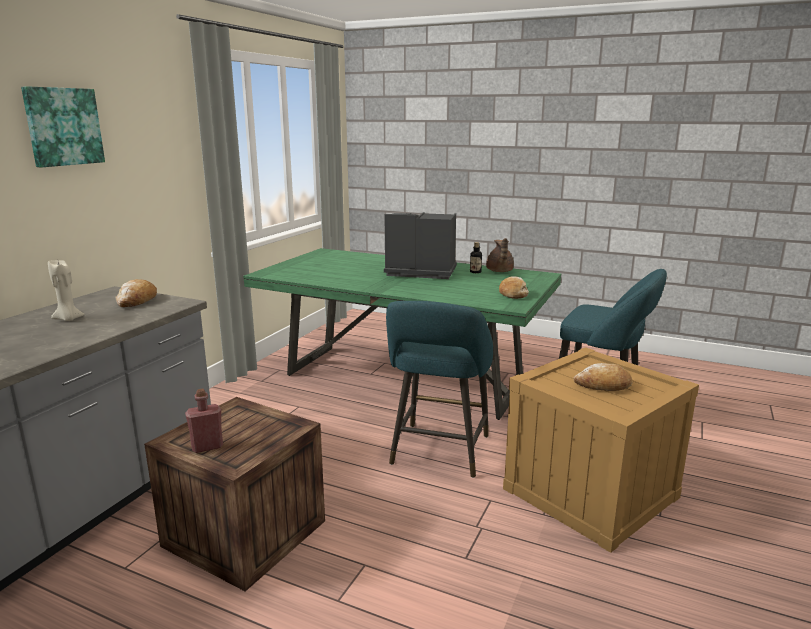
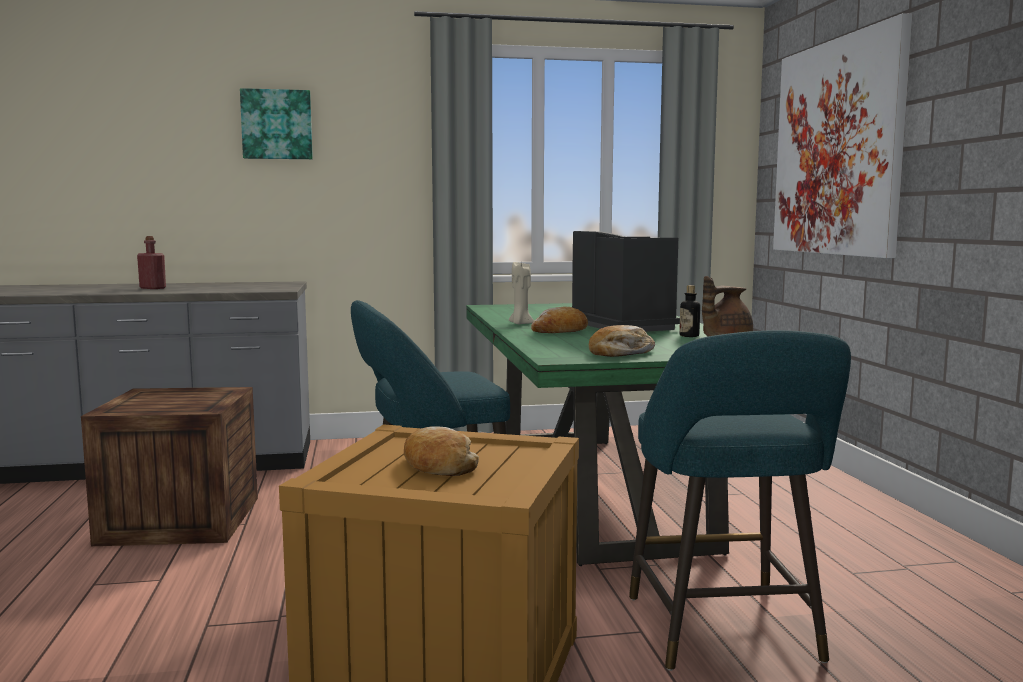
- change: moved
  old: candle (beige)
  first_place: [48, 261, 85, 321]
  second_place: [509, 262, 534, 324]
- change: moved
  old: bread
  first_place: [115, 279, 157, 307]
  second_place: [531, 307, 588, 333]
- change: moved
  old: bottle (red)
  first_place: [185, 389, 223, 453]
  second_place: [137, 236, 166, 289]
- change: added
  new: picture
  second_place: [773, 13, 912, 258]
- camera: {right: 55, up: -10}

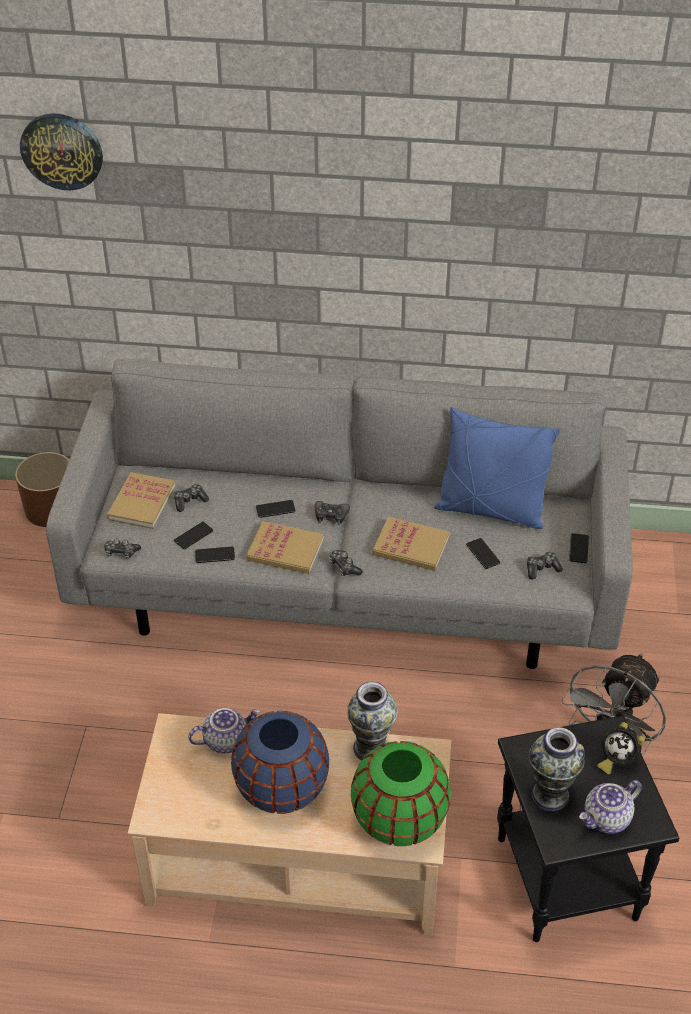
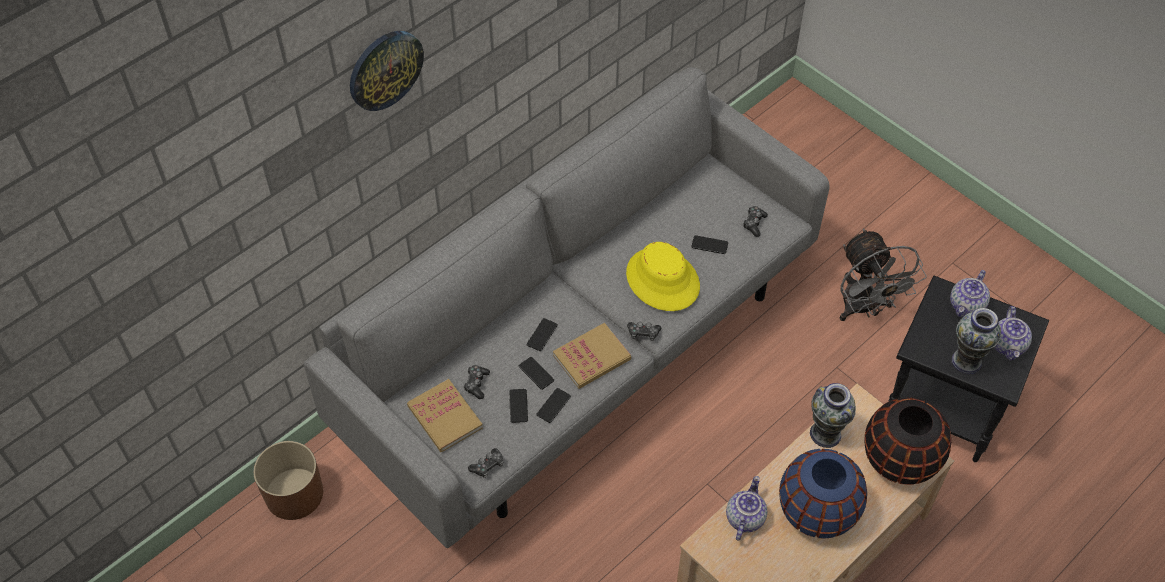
- change: moved
  old: wall clock
  first_place: [20, 113, 103, 190]
  second_place: [350, 31, 424, 111]
- change: removed
  old: pillow (blue)
  first_place: [434, 407, 560, 529]
- change: removed
  old: game controller (black)
  first_place: [315, 501, 350, 525]
- change: replaced
  old: book
  new: hat (yellow)
  first_place: [373, 516, 450, 571]
  second_place: [626, 242, 700, 311]
- change: moved
  old: phone
  first_place: [569, 533, 589, 563]
  second_place: [519, 357, 554, 390]
- change: replaced
  old: alarm clock
  new: teapot
  first_place: [597, 722, 645, 774]
  second_place: [950, 270, 990, 317]
- change: recoloured
  old: vase (green)
  new: vase (black)
  first_place: [351, 741, 451, 846]
  second_place: [864, 397, 951, 485]
- camera: {right: -50, up: 10}

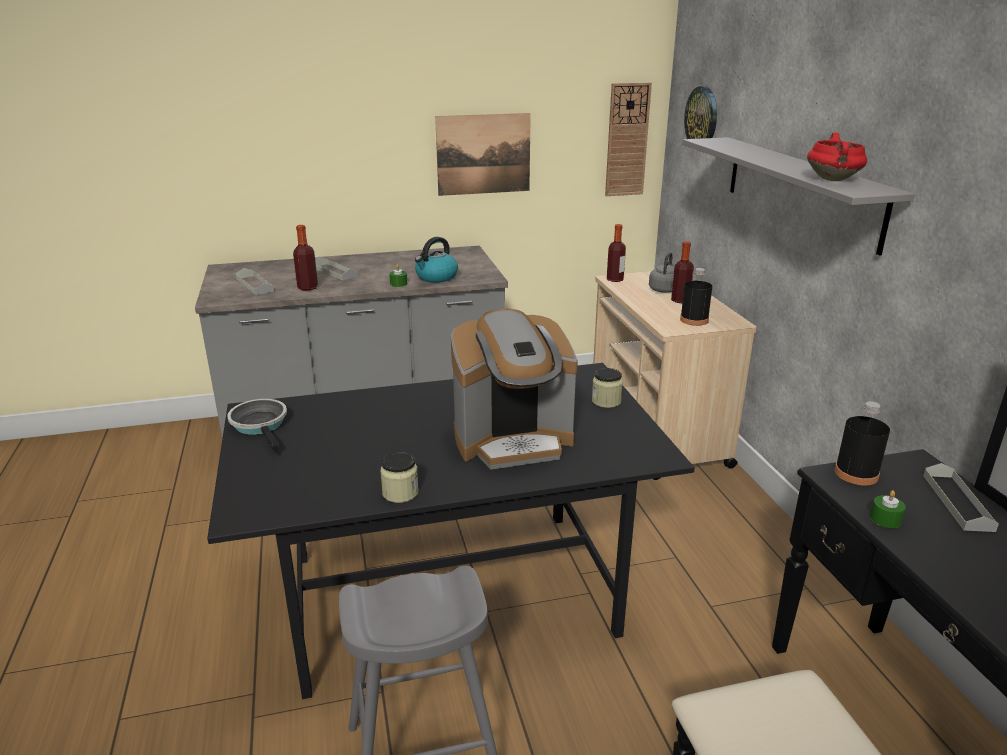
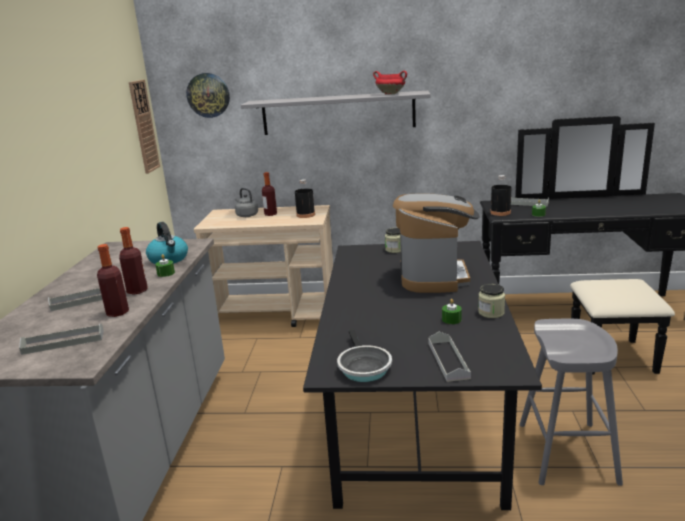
- change: removed
  old: picture
  first_place: [435, 113, 531, 196]
- change: moved
  old: bottle
  first_place: [607, 224, 626, 282]
  second_place: [119, 227, 148, 295]
- change: turned
  old: frying pan
  first_place: [227, 399, 287, 454]
  second_place: [337, 328, 392, 382]
  degrees: -90
- change: added
  new: candle (green)
  second_place: [442, 299, 462, 324]
- change: added
  new: tray (grey)
  second_place: [428, 332, 471, 382]
- camera: {right: -70, up: -5}

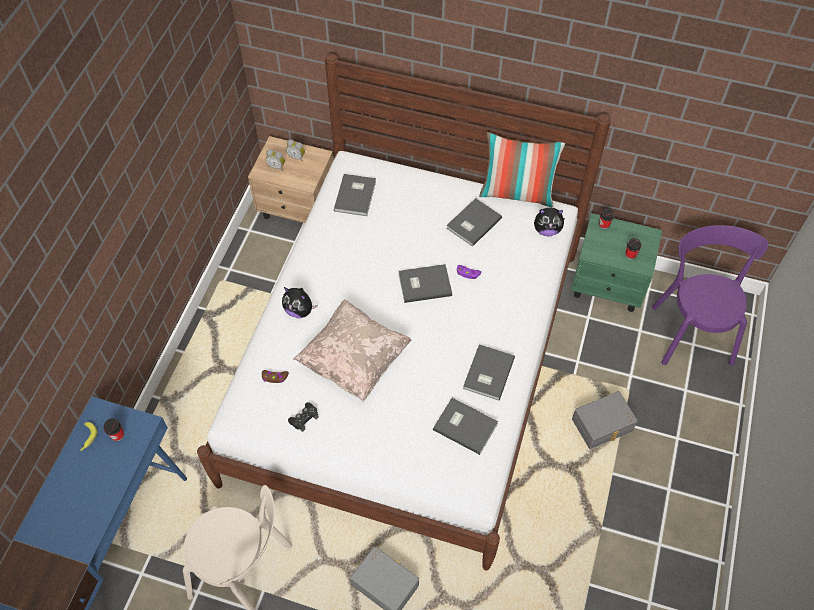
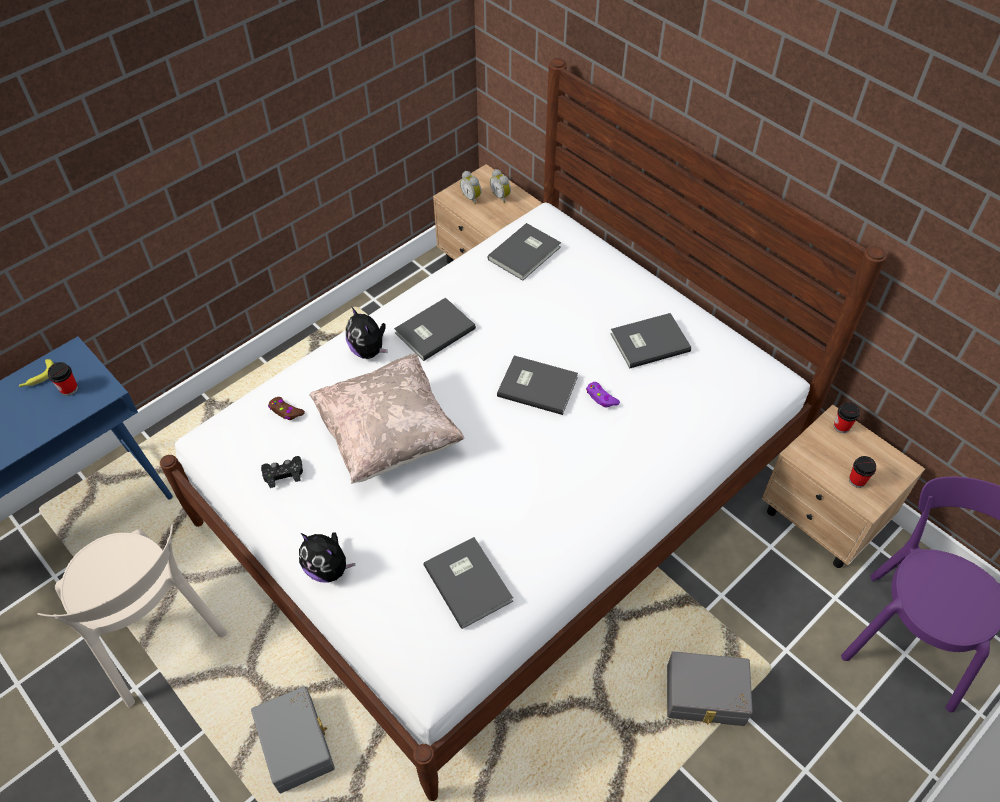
- change: removed
  old: pillow
  first_place: [479, 132, 565, 207]
- change: moved
  old: plush toy
  first_place: [534, 207, 566, 236]
  second_place: [299, 532, 355, 583]
- change: recoloured
  old: nightstand (green)
  new: nightstand (beige)
  first_place: [571, 213, 662, 312]
  second_place: [762, 405, 925, 568]
- change: moved
  old: book (grey)
  first_place: [463, 344, 515, 401]
  second_place: [394, 298, 476, 361]
- camera: {right: 30, up: -5}

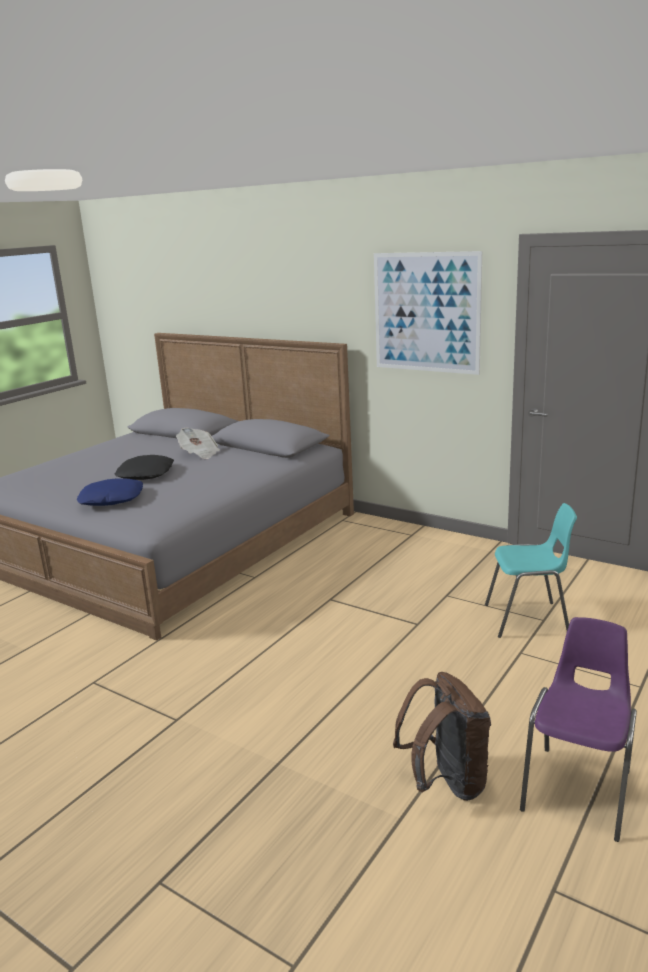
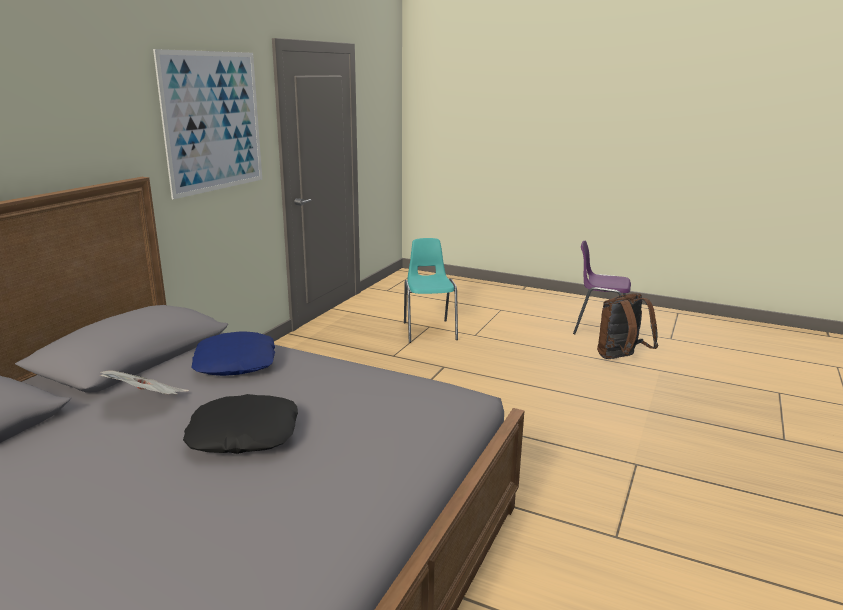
- change: moved
  old: pillow (blue)
  first_place: [77, 478, 143, 506]
  second_place: [191, 331, 275, 376]
- camera: {right: -100, up: 0}

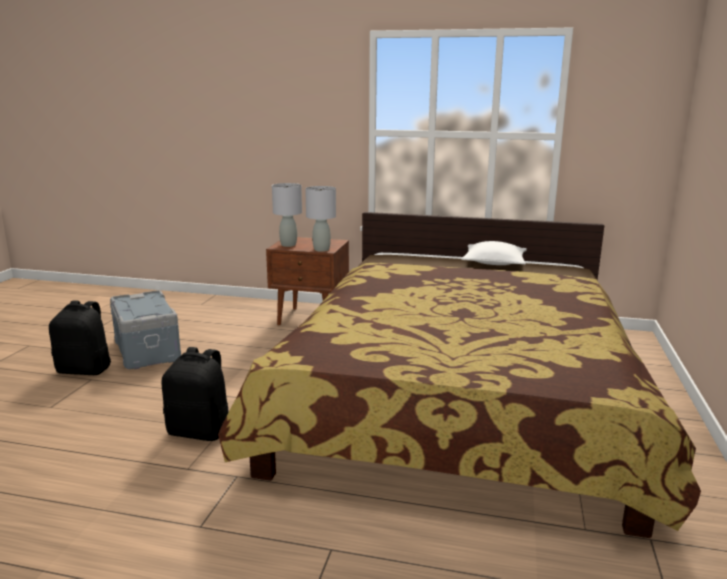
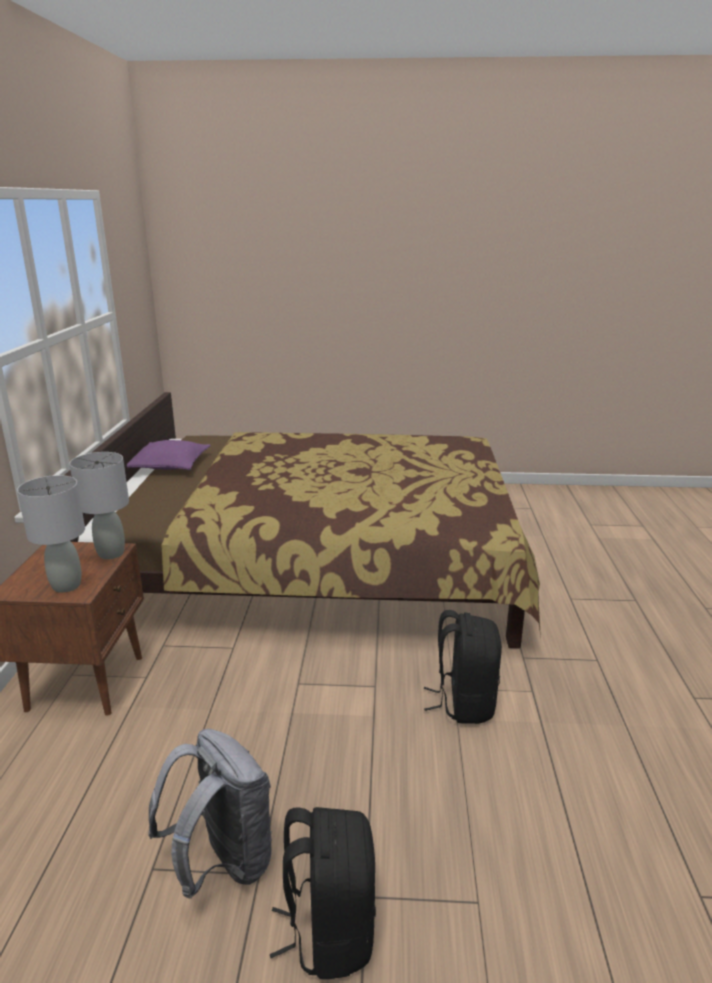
- change: recoloured
  old: pillow (white)
  new: pillow (purple)
  first_place: [461, 241, 527, 265]
  second_place: [127, 440, 211, 470]
- change: replaced
  old: storage box (grey)
  new: backpack (grey)
  first_place: [110, 290, 181, 369]
  second_place: [148, 729, 272, 899]
- camera: {right: -100, up: 5}

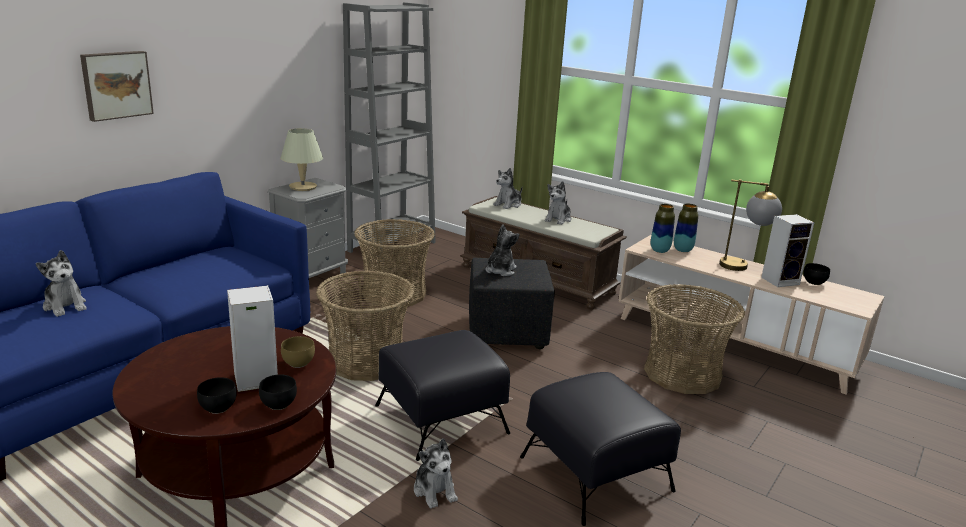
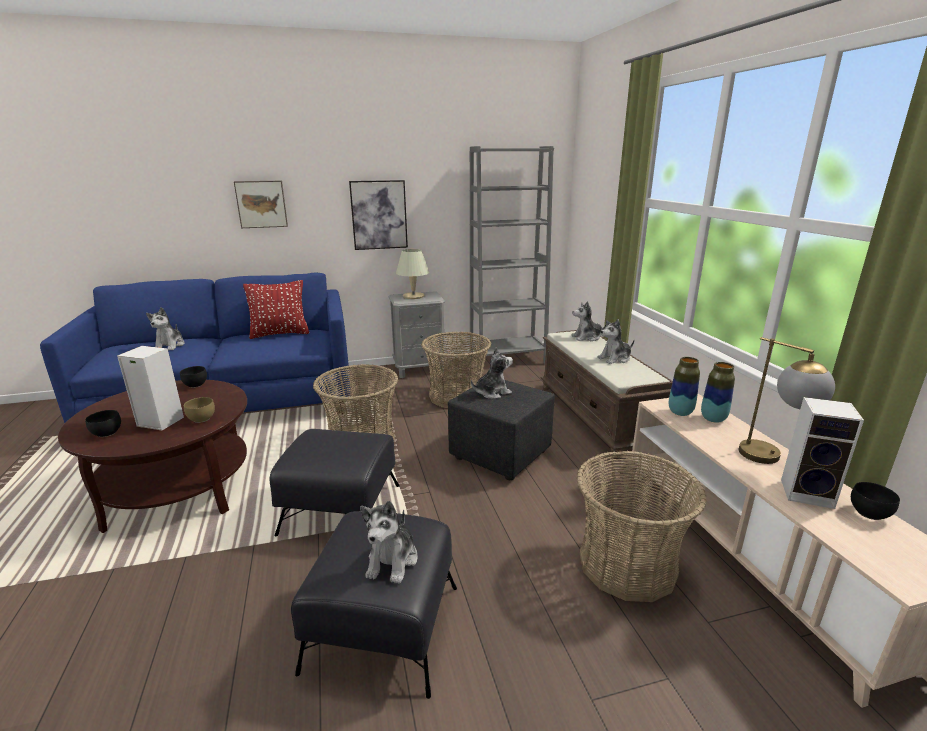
- change: moved
  old: bowl (black)
  first_place: [259, 374, 297, 410]
  second_place: [180, 366, 207, 388]
- change: moved
  old: plush toy
  first_place: [414, 438, 458, 509]
  second_place: [360, 501, 418, 584]
- change: added
  new: picture
  second_place: [349, 180, 408, 250]
- change: added
  new: pillow (red)
  second_place: [243, 280, 309, 339]
- camera: {right: 40, up: 0}

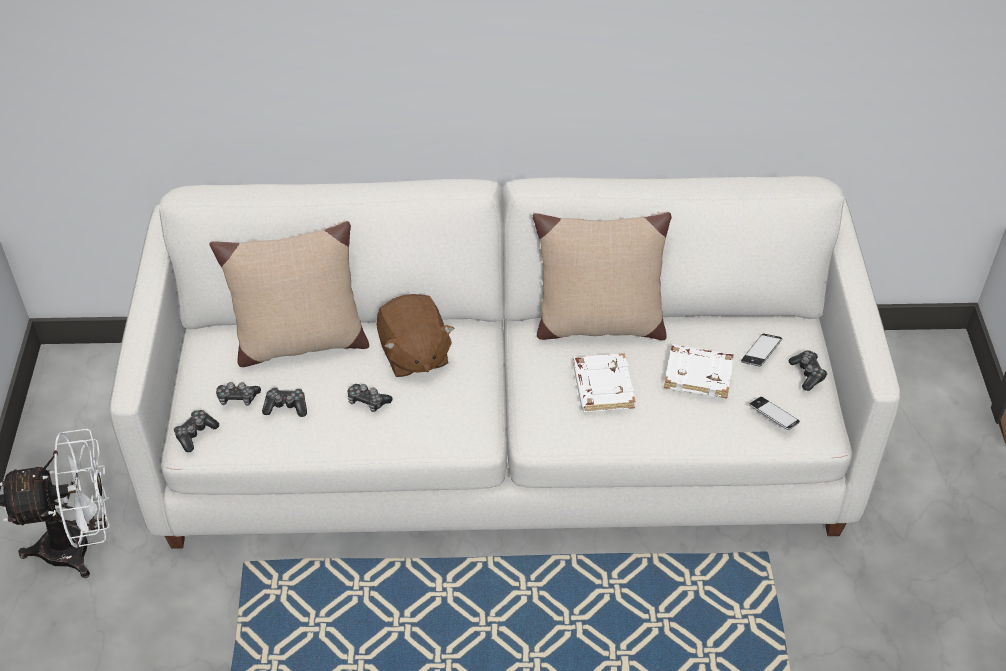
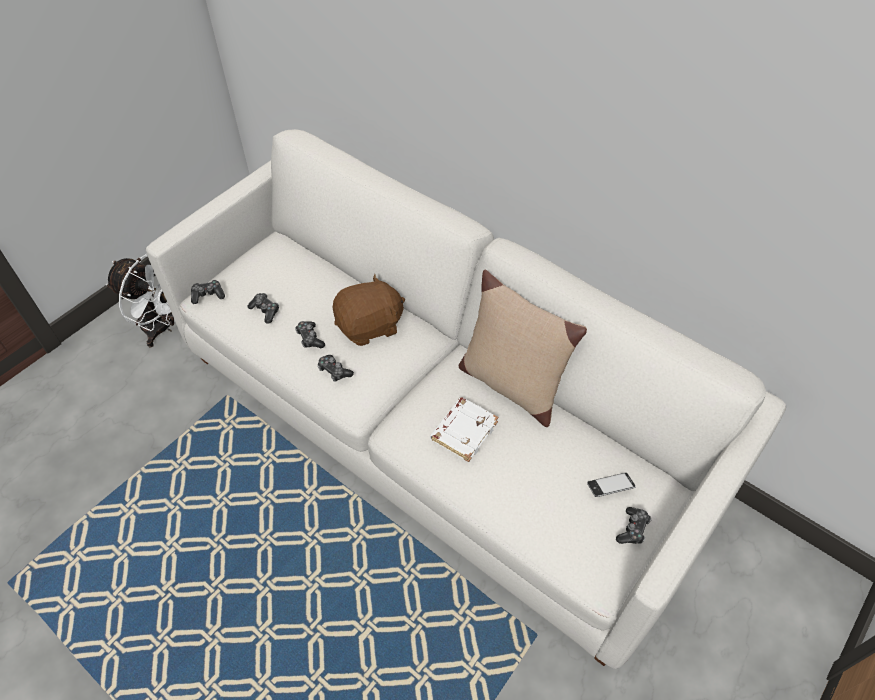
- change: removed
  old: pillow (beige)
  first_place: [209, 221, 369, 367]
- change: turned
  old: plush toy (brown)
  first_place: [376, 294, 455, 377]
  second_place: [332, 274, 405, 346]
  degrees: -135
- change: removed
  old: book (white)
  first_place: [664, 344, 734, 398]
- change: moved
  old: game controller
  first_place: [216, 382, 261, 406]
  second_place: [317, 355, 354, 382]
- change: removed
  old: phone
  first_place: [749, 397, 800, 430]
- camera: {right: 40, up: 5}

